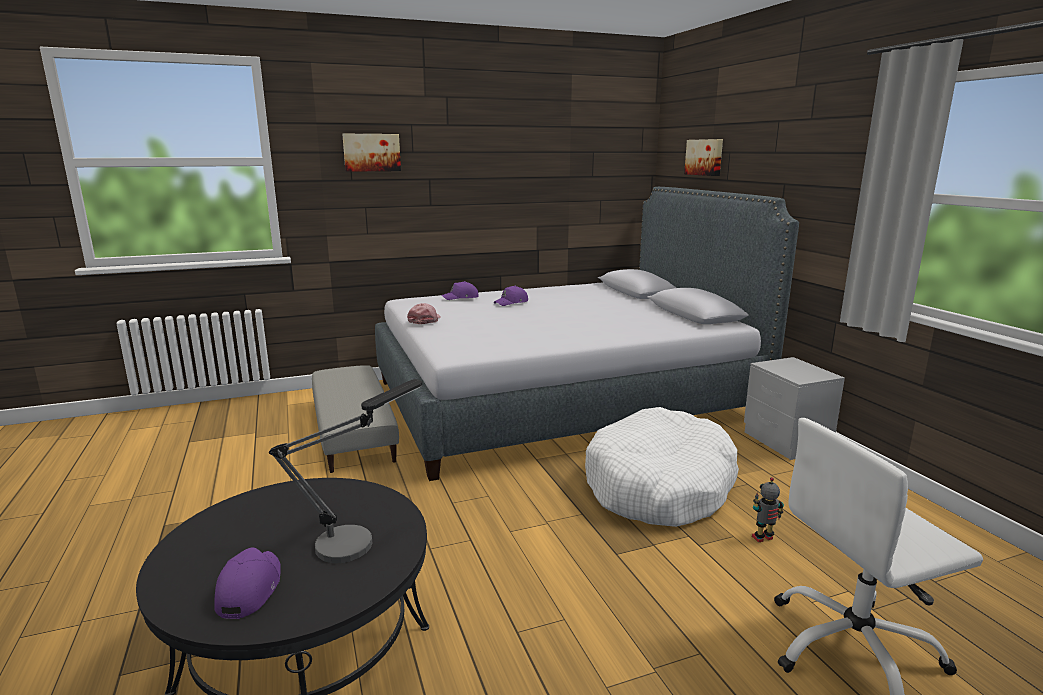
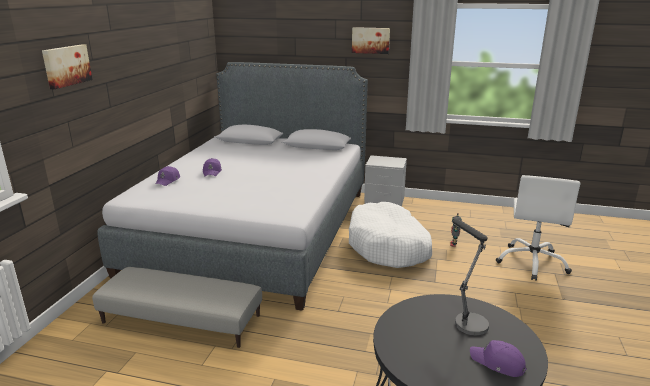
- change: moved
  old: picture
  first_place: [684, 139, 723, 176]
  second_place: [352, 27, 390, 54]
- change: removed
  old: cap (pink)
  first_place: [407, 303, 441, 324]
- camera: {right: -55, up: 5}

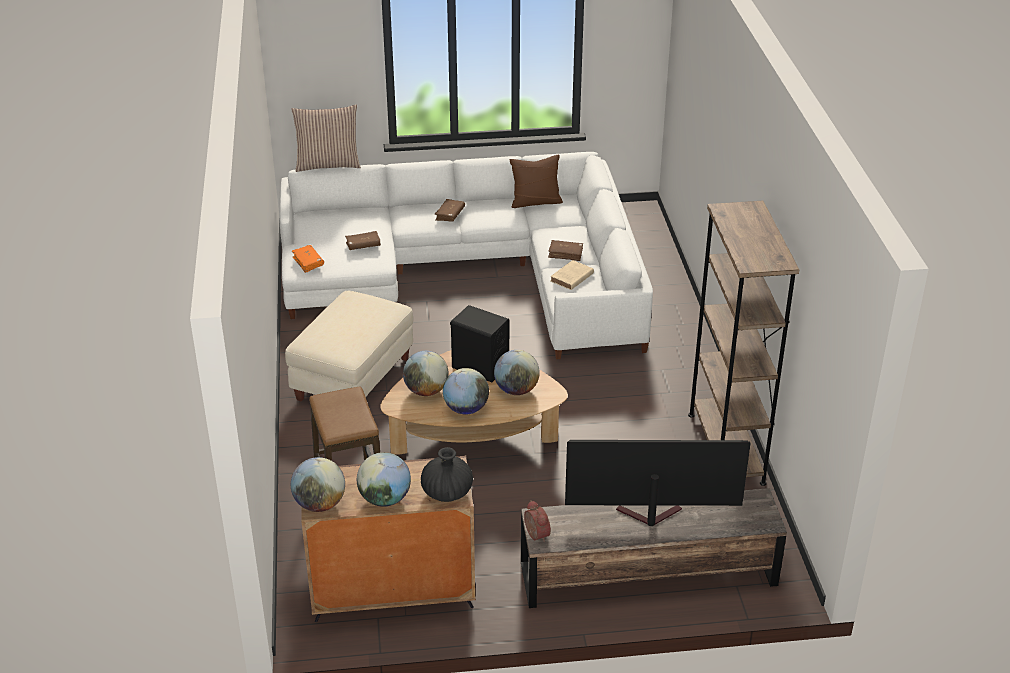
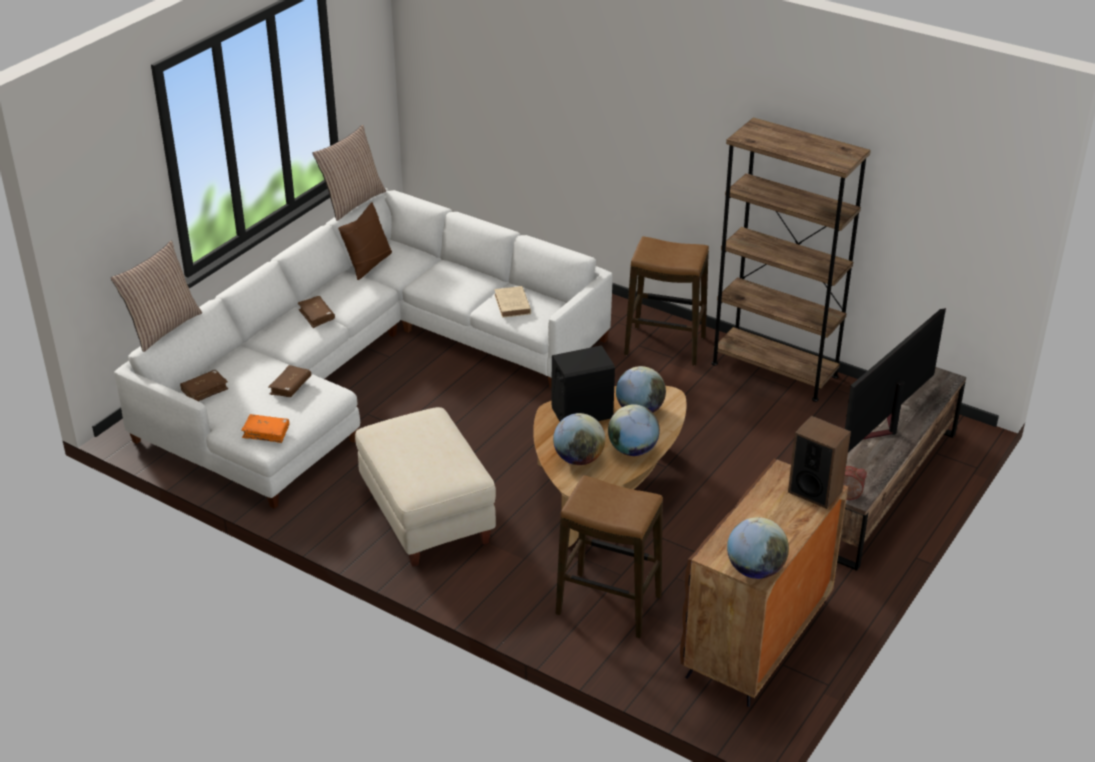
- change: moved
  old: book (brown)
  first_place: [548, 240, 583, 261]
  second_place: [180, 370, 228, 401]
- change: replaced
  old: vase (black)
  new: speaker
  first_place: [421, 447, 473, 502]
  second_place: [788, 416, 851, 509]
- change: removed
  old: globe
  first_place: [357, 452, 411, 507]
- change: added
  new: pillow
  second_place: [312, 125, 386, 221]
- change: added
  new: stool
  second_place: [624, 236, 709, 366]
- camera: {right: -50, up: 0}

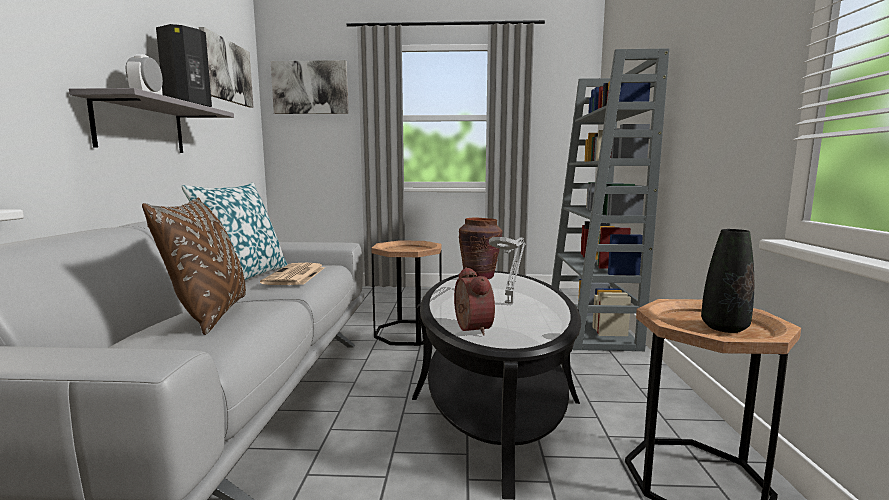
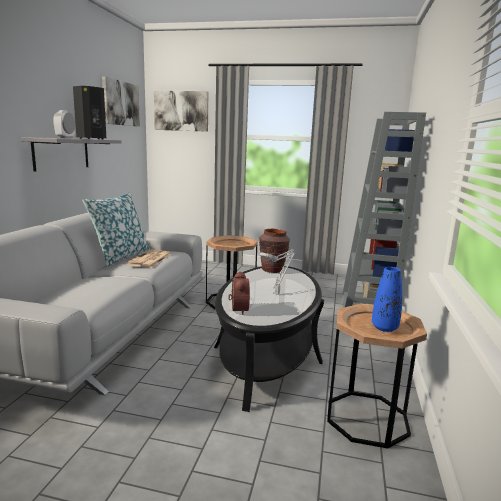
- change: removed
  old: pillow (brown)
  first_place: [142, 197, 246, 335]
- change: recoloured
  old: vase (black)
  new: vase (blue)
  first_place: [701, 229, 754, 333]
  second_place: [372, 267, 402, 332]
- camera: {right: 10, up: 5}

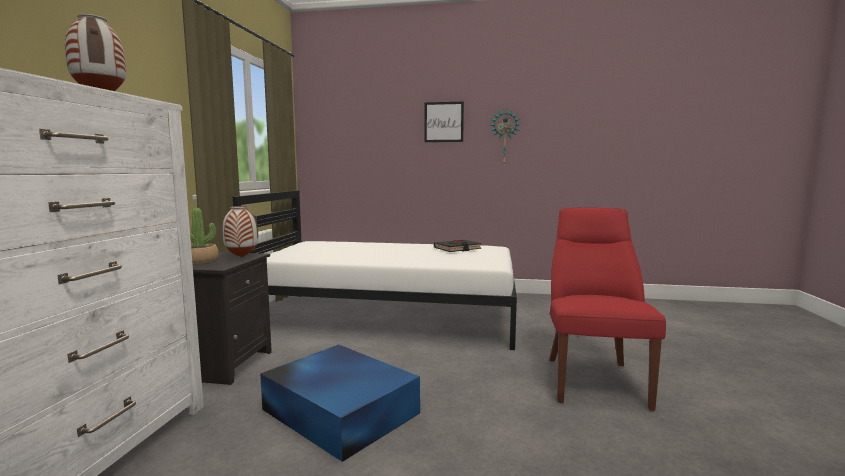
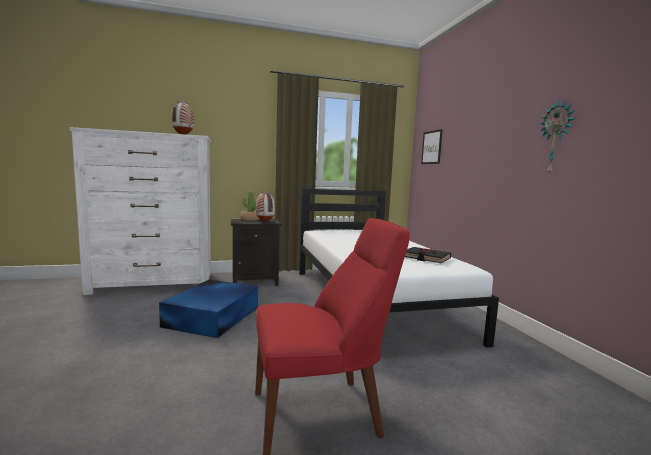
- change: moved
  old: picture
  first_place: [425, 102, 464, 142]
  second_place: [421, 129, 443, 164]
- camera: {right: 65, up: 0}

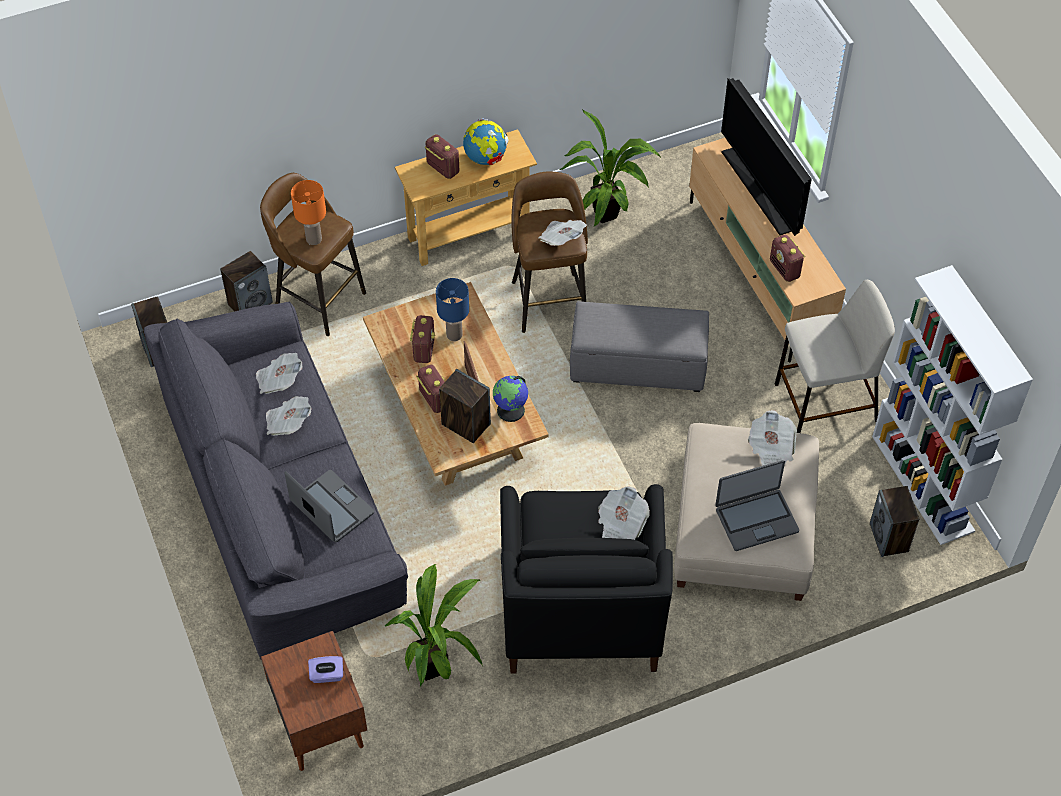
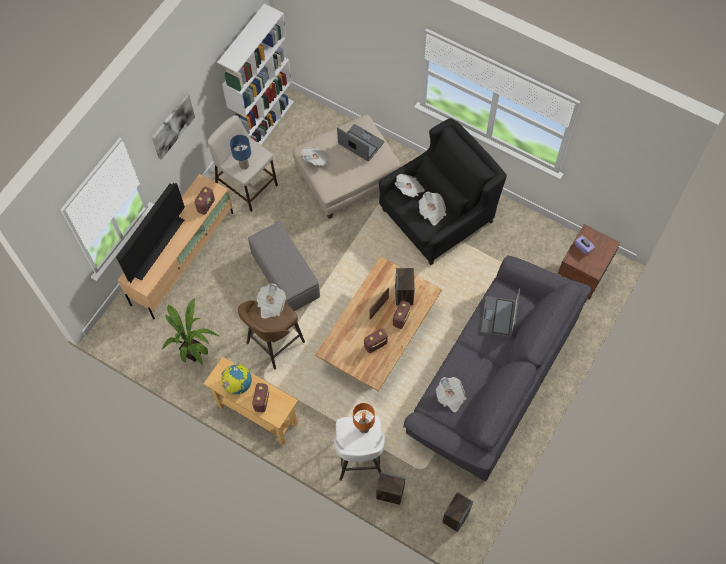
- change: recoloured
  old: stool (brown)
  new: stool (white)
  first_place: [260, 173, 366, 336]
  second_place: [334, 415, 385, 481]
- change: moved
  old: table lamp (blue)
  first_place: [436, 278, 469, 341]
  second_place: [230, 135, 251, 170]
- change: removed
  old: globe
  first_place: [493, 375, 528, 422]
- change: moved
  old: newspaper
  first_place: [266, 396, 311, 435]
  second_place: [419, 191, 447, 225]
- change: removed
  old: speaker
  first_place: [870, 486, 919, 557]
- change: removed
  old: potted plant
  first_place: [384, 564, 483, 686]
- change: added
  new: picture
  second_place: [152, 93, 195, 160]
- camera: {right: -125, up: 10}

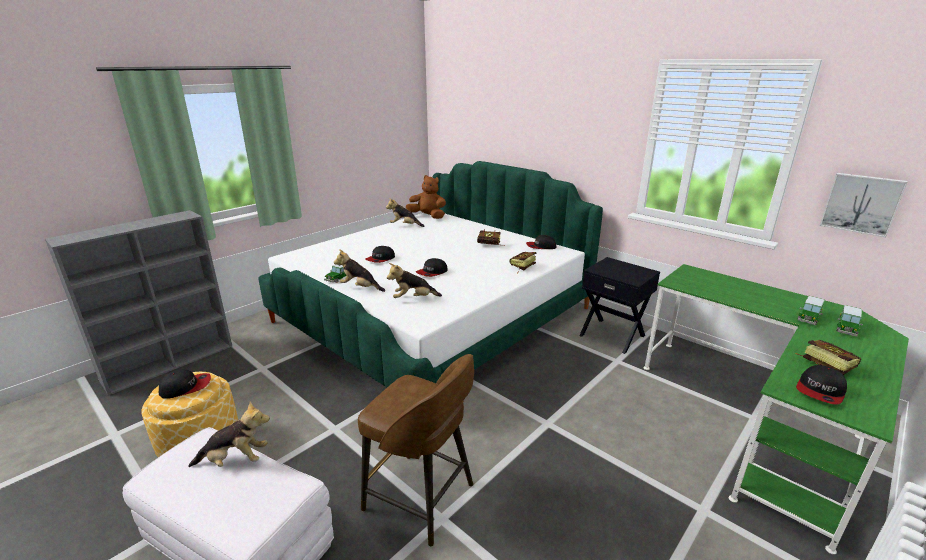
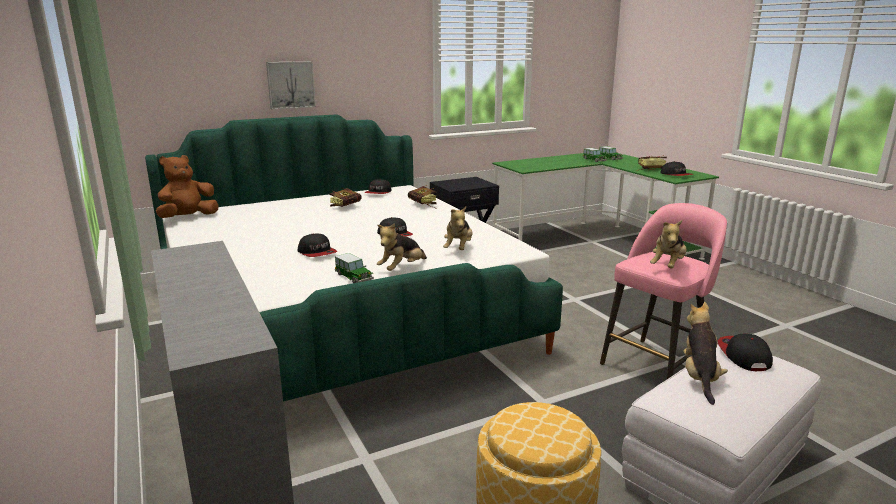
- change: moved
  old: picture
  first_place: [820, 173, 908, 238]
  second_place: [266, 61, 316, 109]
- change: moved
  old: plush toy
  first_place: [386, 198, 425, 227]
  second_place: [650, 220, 687, 268]
- change: recoloured
  old: stool (brown)
  new: stool (pink)
  first_place: [358, 354, 474, 546]
  second_place: [600, 203, 727, 379]
- change: moved
  old: cap
  first_place: [159, 369, 211, 399]
  second_place: [718, 333, 773, 371]
- camera: {right: -70, up: -5}

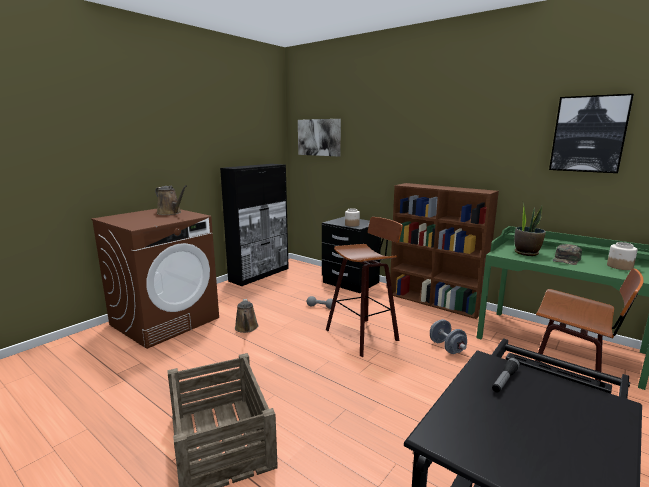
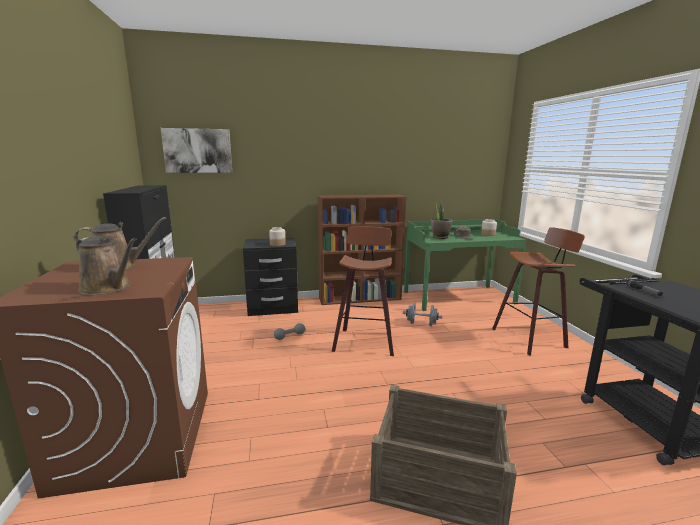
- change: removed
  old: picture
  first_place: [549, 94, 634, 173]
- change: moved
  old: watering can (brown)
  first_place: [235, 299, 259, 333]
  second_place: [76, 236, 137, 295]
- camera: {right: -50, up: 0}

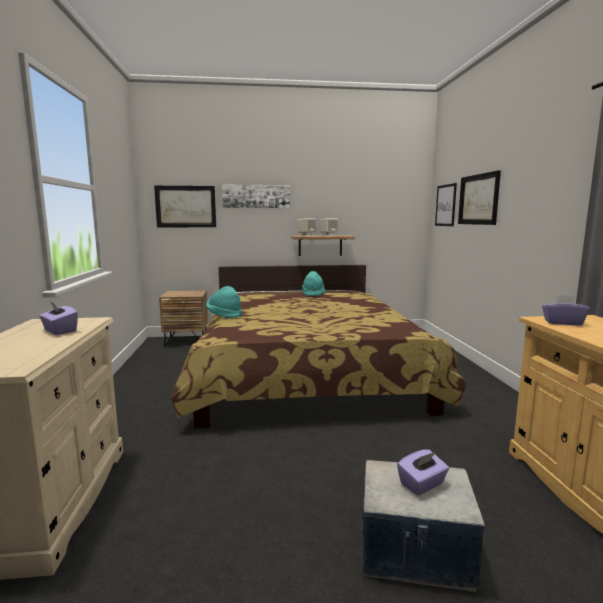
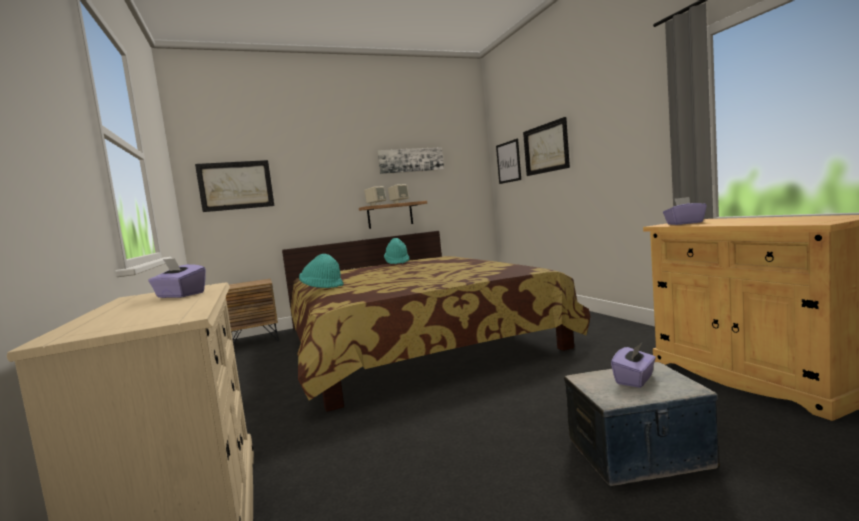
- change: moved
  old: picture
  first_place: [222, 185, 290, 208]
  second_place: [377, 147, 444, 174]
- camera: {right: -15, up: -5}

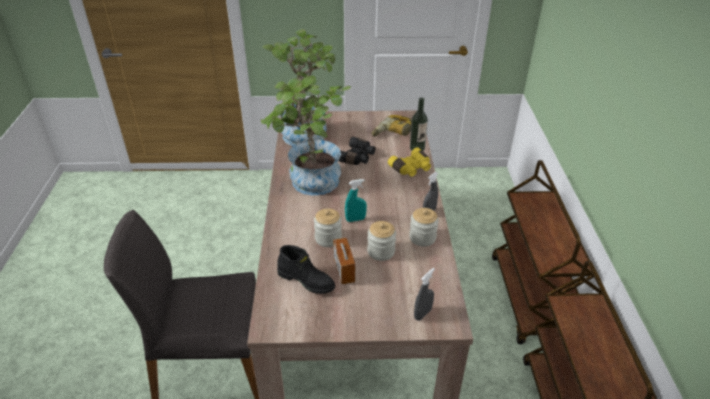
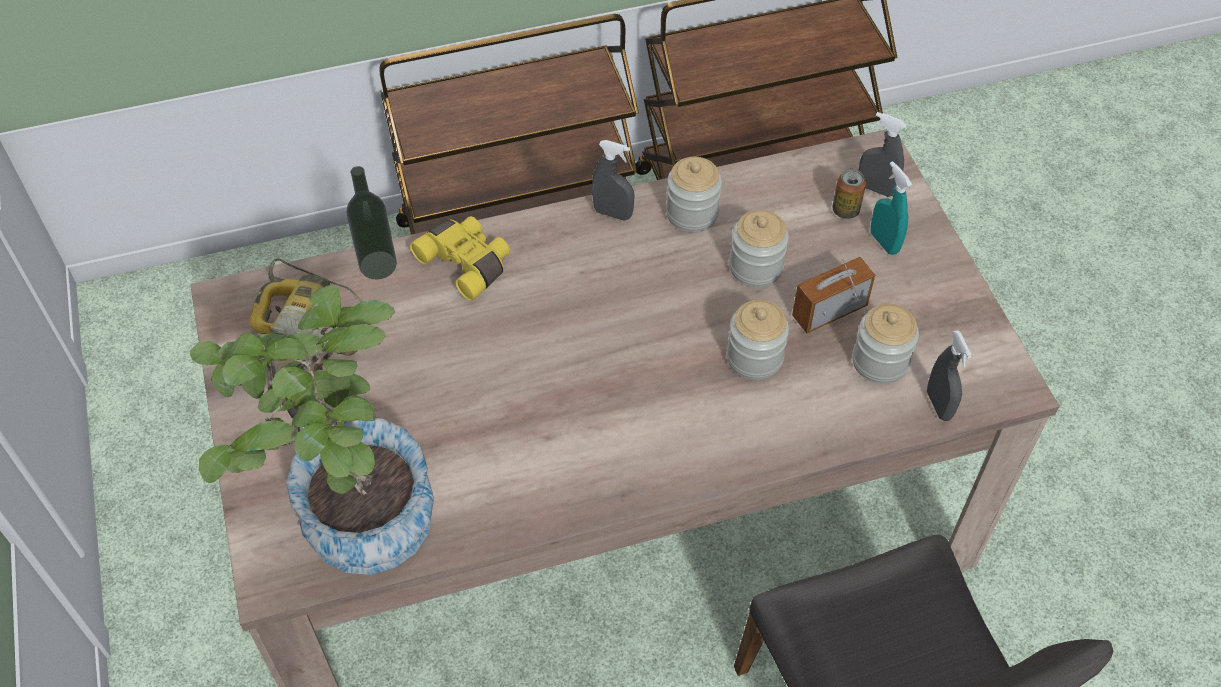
- change: removed
  old: potted plant
  first_place: [260, 77, 351, 196]
- change: removed
  old: binoculars (black)
  first_place: [338, 137, 375, 165]
- change: moved
  old: spray bottle (turquoise)
  first_place: [345, 179, 367, 222]
  second_place: [871, 161, 912, 255]
- change: replaced
  old: boot (black)
  new: jar
  first_place: [277, 245, 335, 294]
  second_place: [852, 304, 919, 384]
- change: added
  new: can
  second_place: [832, 169, 866, 219]
- change: added
  new: spray bottle (grey)
  second_place: [927, 330, 972, 421]
- camera: {right: -105, up: 15}

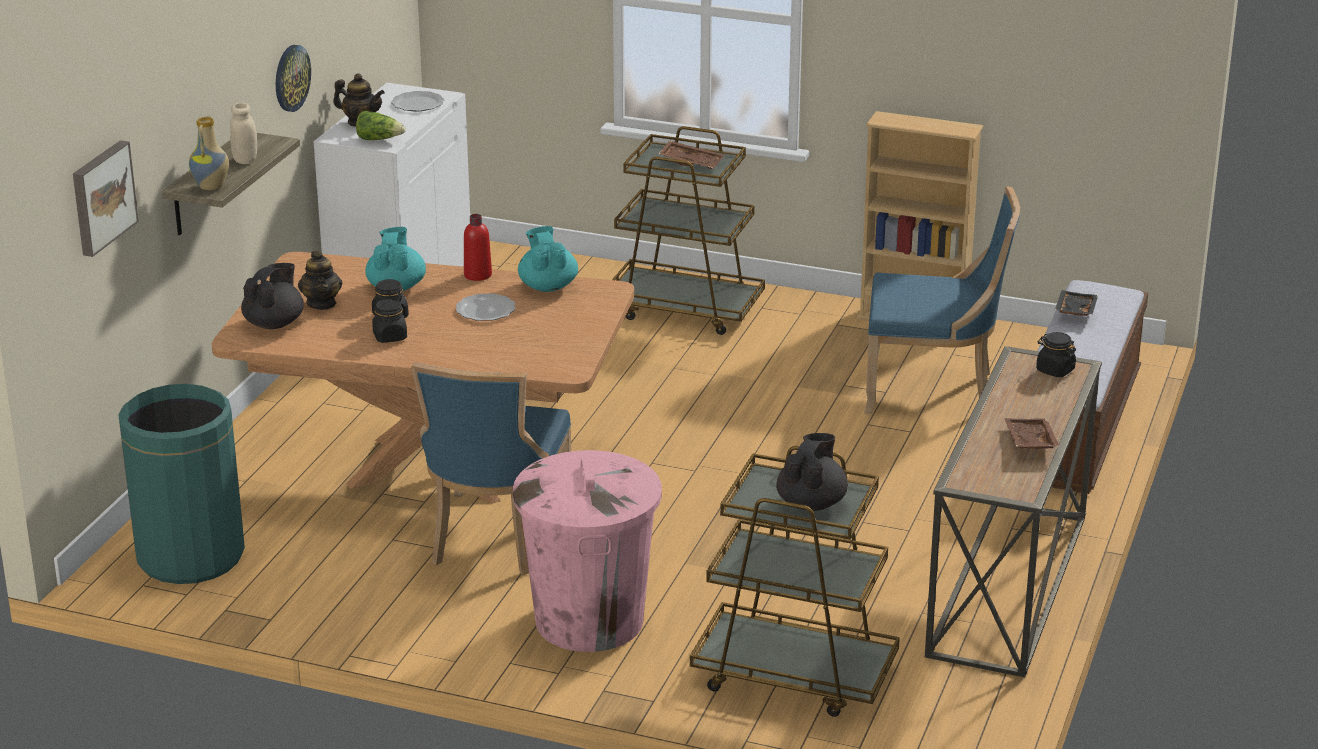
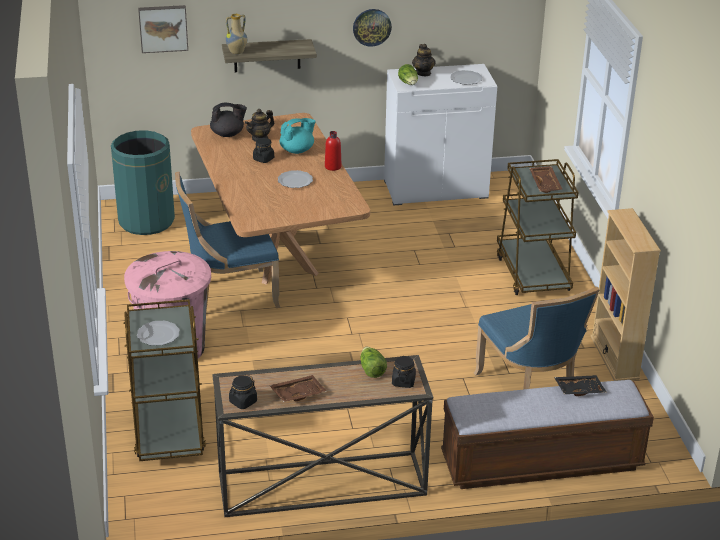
- change: removed
  old: jar (beige)
  first_place: [230, 103, 257, 164]
- change: removed
  old: teapot (turquoise)
  first_place: [518, 226, 578, 292]
- change: moved
  old: jar (black)
  first_place: [372, 298, 407, 343]
  second_place: [229, 375, 257, 409]
- change: replaced
  old: teapot (black)
  new: plate
  first_place: [776, 433, 848, 511]
  second_place: [137, 321, 180, 346]
- change: added
  new: lettuce
  second_place: [360, 347, 387, 378]
- camera: {right: 60, up: 5}

